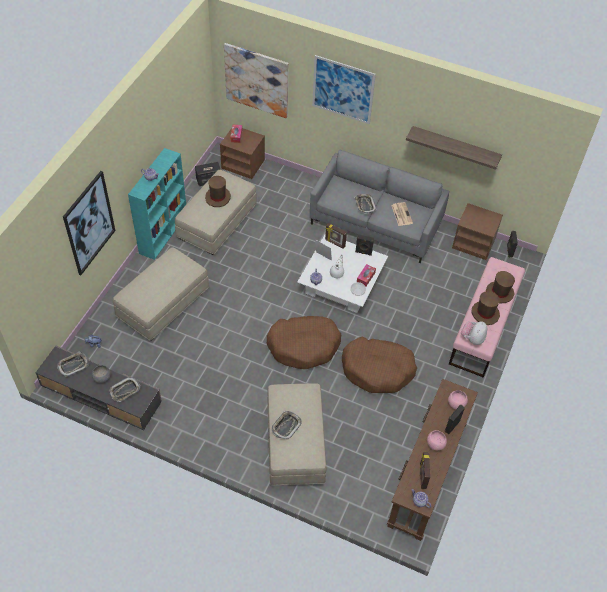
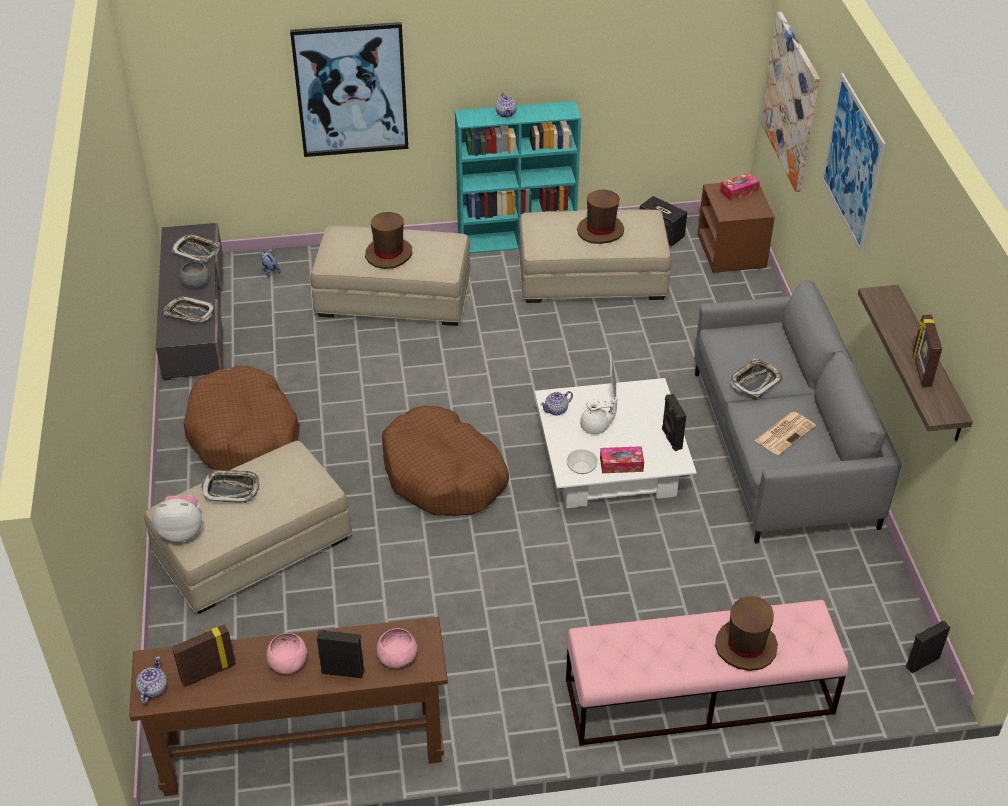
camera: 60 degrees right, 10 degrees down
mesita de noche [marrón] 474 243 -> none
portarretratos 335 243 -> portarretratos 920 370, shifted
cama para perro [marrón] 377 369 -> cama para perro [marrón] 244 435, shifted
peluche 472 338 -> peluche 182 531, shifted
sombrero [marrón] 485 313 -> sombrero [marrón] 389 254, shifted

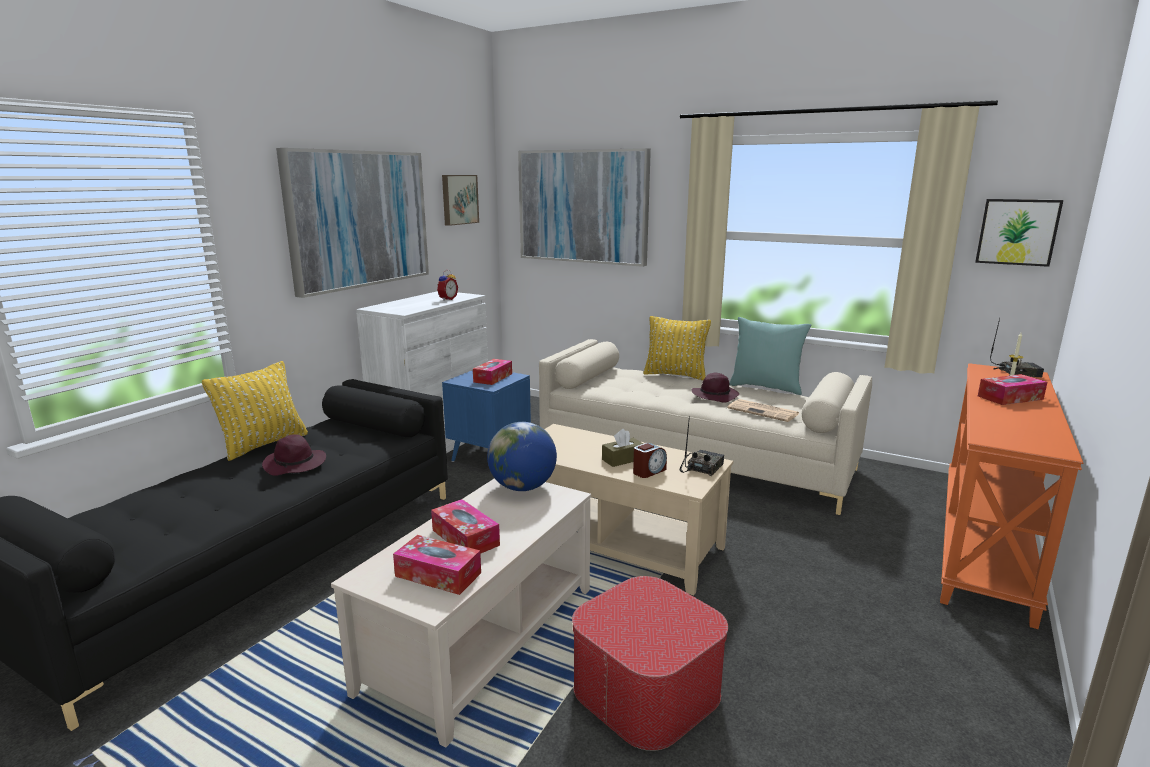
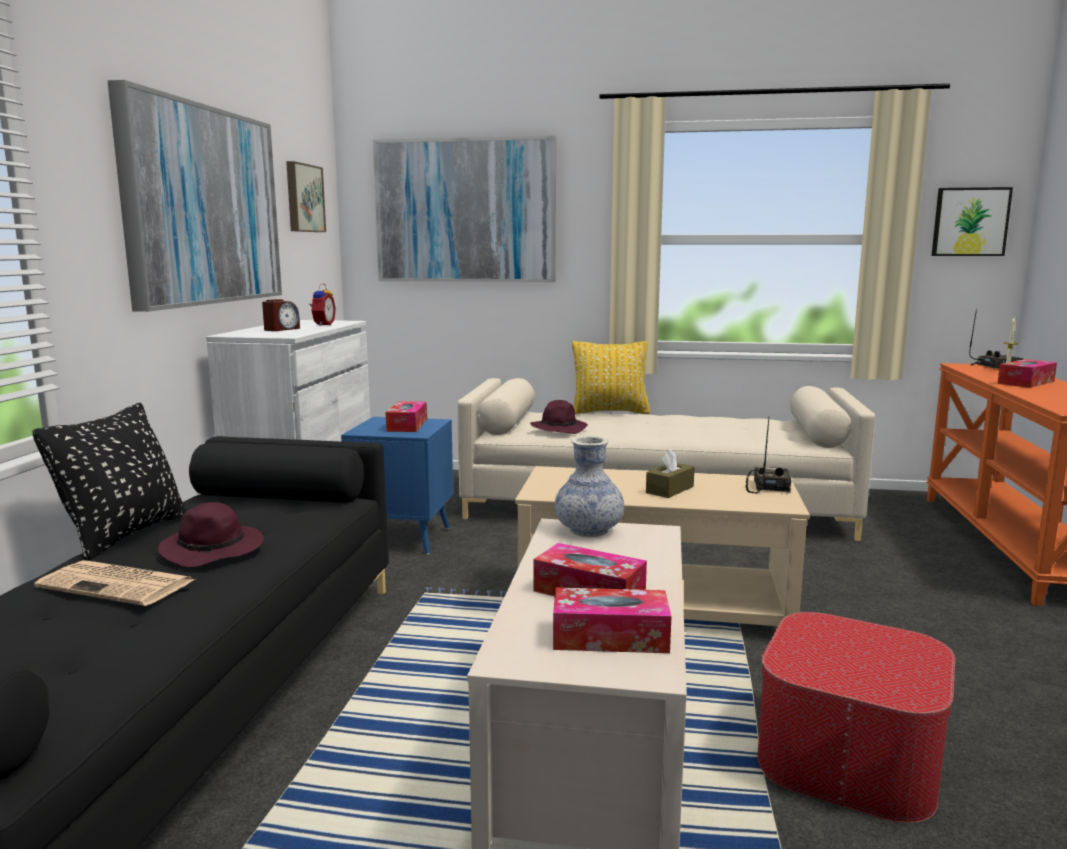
camera: 20 degrees left, 5 degrees down
cojín [turquesa] 765 387 -> none
despertador 649 471 -> despertador 281 329, shifted
sombrero [morado] 715 395 -> sombrero [morado] 559 429, shifted
periódico 764 411 -> periódico 119 584, shifted
globo terráqueo 523 487 -> florero 588 530
cojín [amarillo] 263 444 -> cojín [negro] 124 535

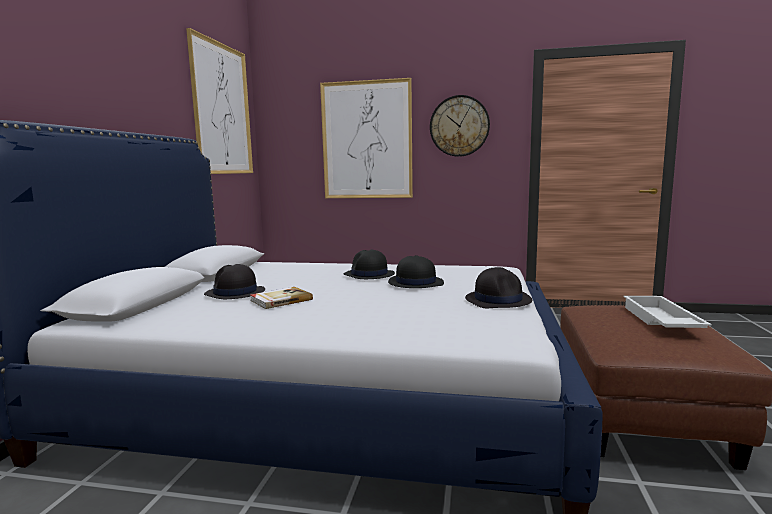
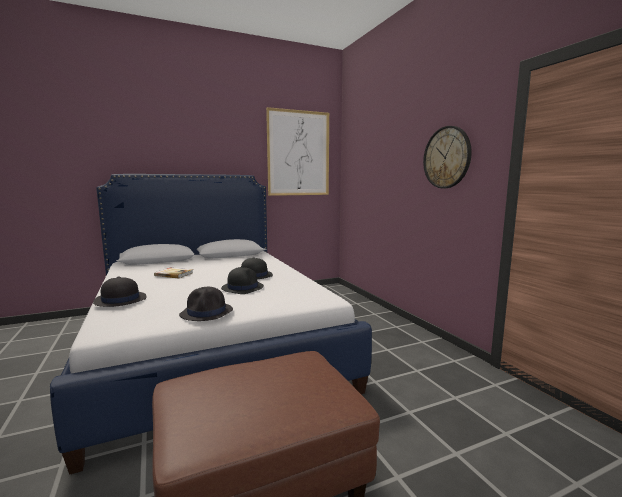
camera: 55 degrees right, 0 degrees up
cuadro 367 140 -> none
bandeja [blanco] 659 320 -> none
sombrero [negro] 235 293 -> sombrero [negro] 120 300, shifted

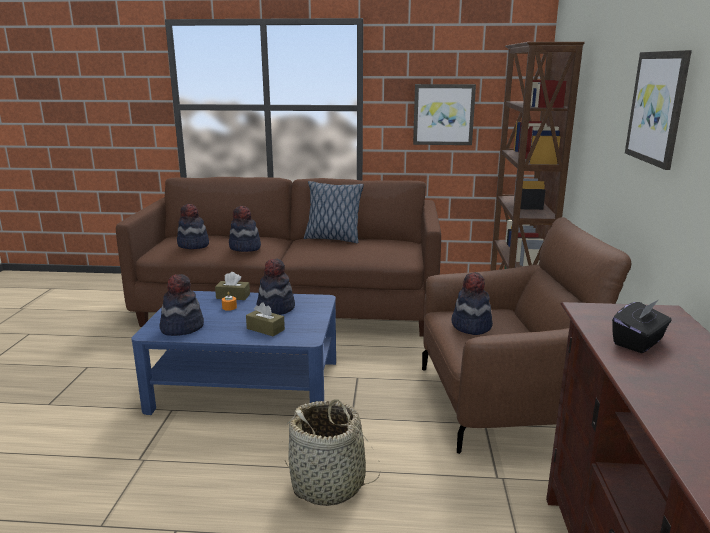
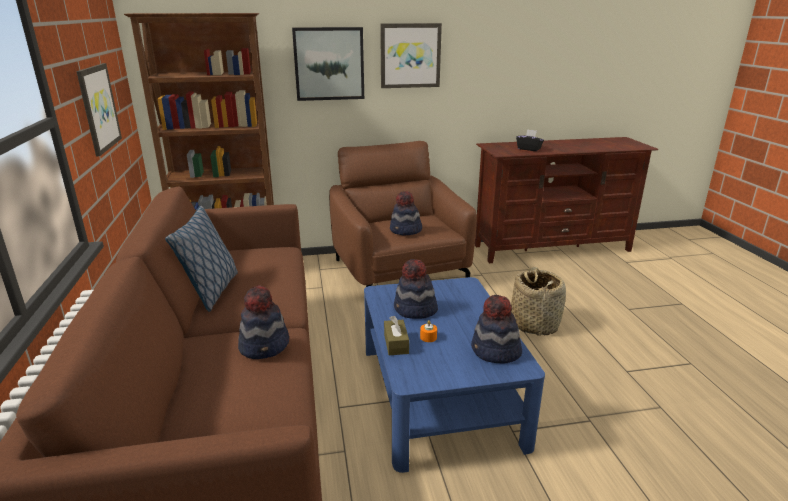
camera: 105 degrees left, 5 degrees up
sombrero 193 245 -> none
caja de pañuelos [marrón] 265 329 -> none
none -> cuadro 329 64

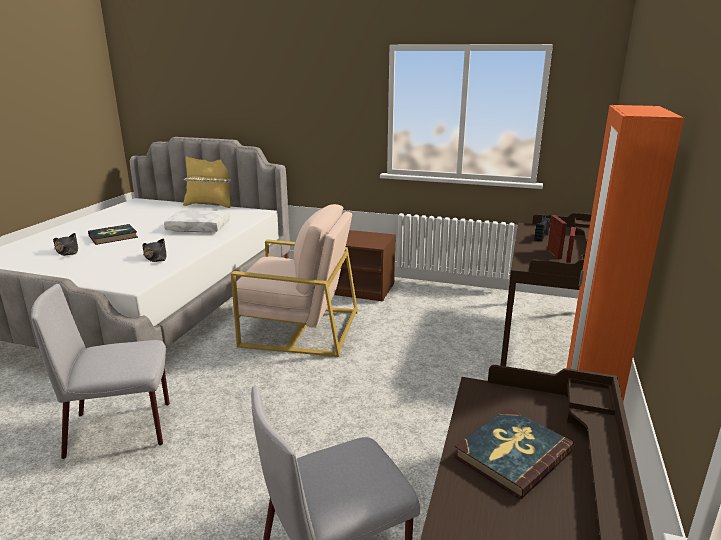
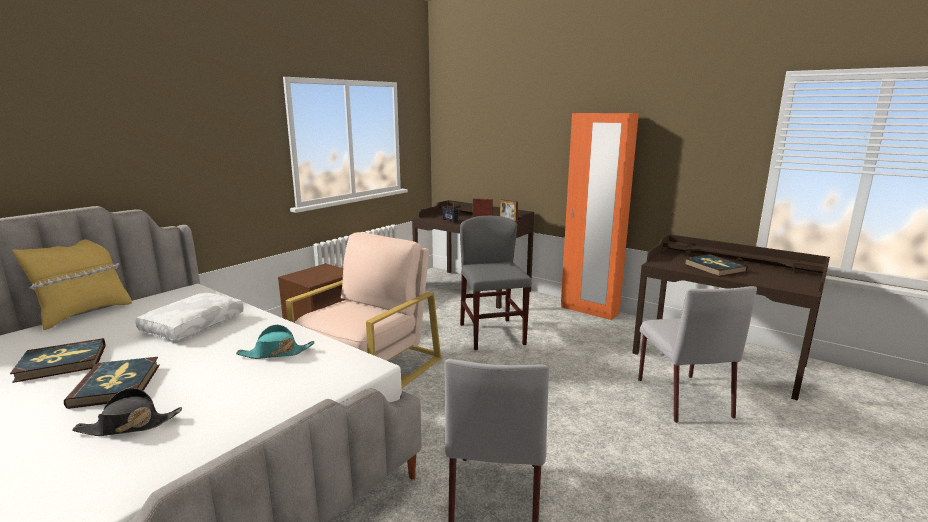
camera: 70 degrees left, 5 degrees down
none -> libro 62 363
none -> silla [gris] 492 334
sombrero [negro] 155 257 -> sombrero [turquesa] 276 353

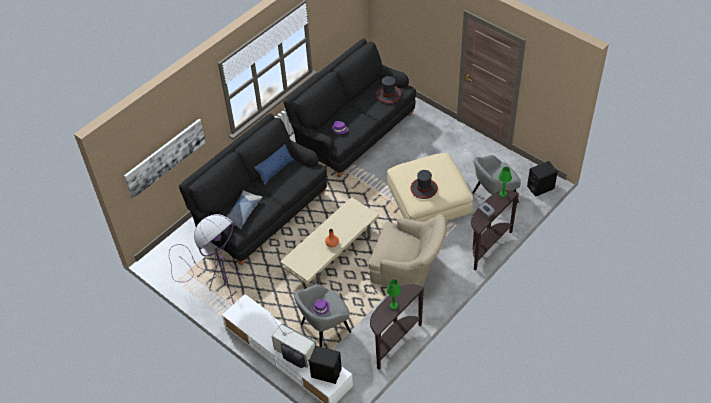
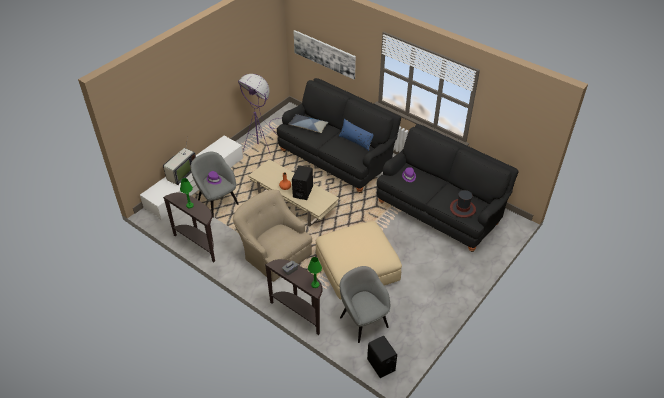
camera: 85 degrees right, 5 degrees down
sombrero 424 189 -> none
altavoz [negro] 326 373 -> altavoz [negro] 303 191, shifted
sillón [beis] 408 269 -> sillón [beis] 274 253, 120 degrees clockwise

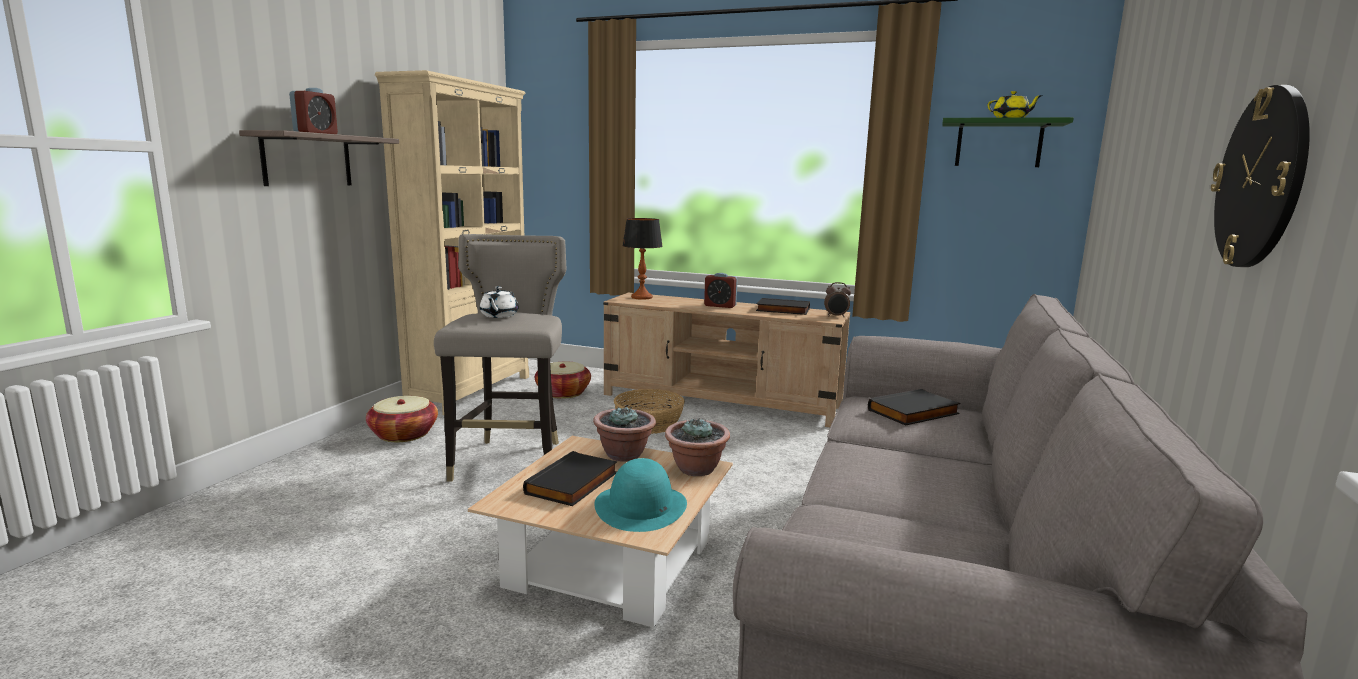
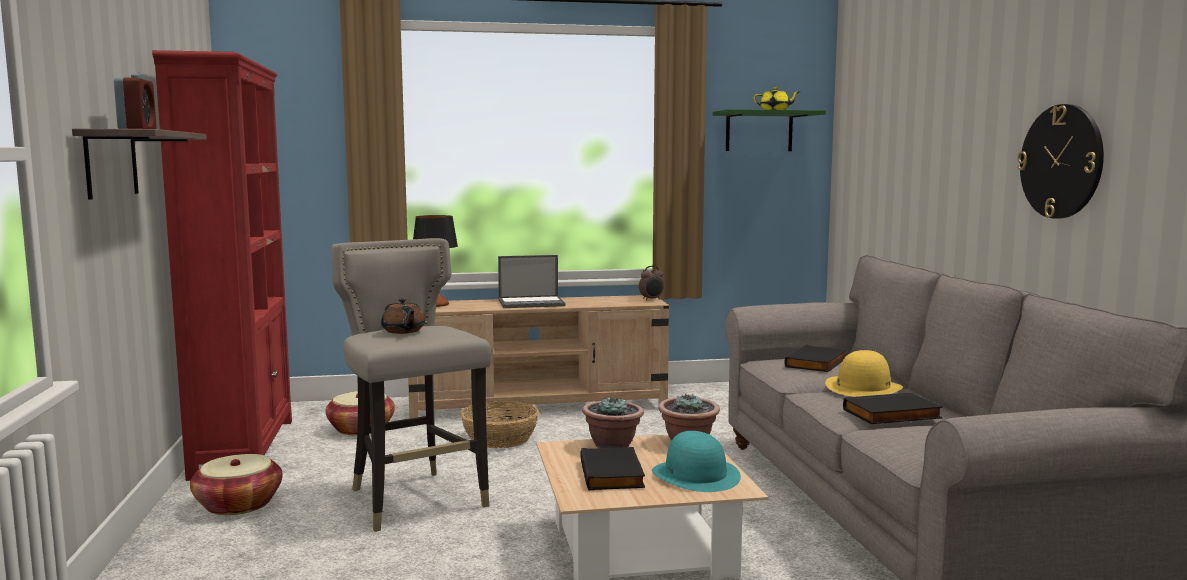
camera: 30 degrees left, 5 degrees down
none -> sombrero [amarillo] 863 387
libro [negro] 782 310 -> libro [negro] 892 415, shifted
despertador 720 306 -> portátil 532 303
estantería [beis] 471 391 -> estantería [rojo] 244 447
tetera [blanco] 499 316 -> tetera [marrón] 403 331

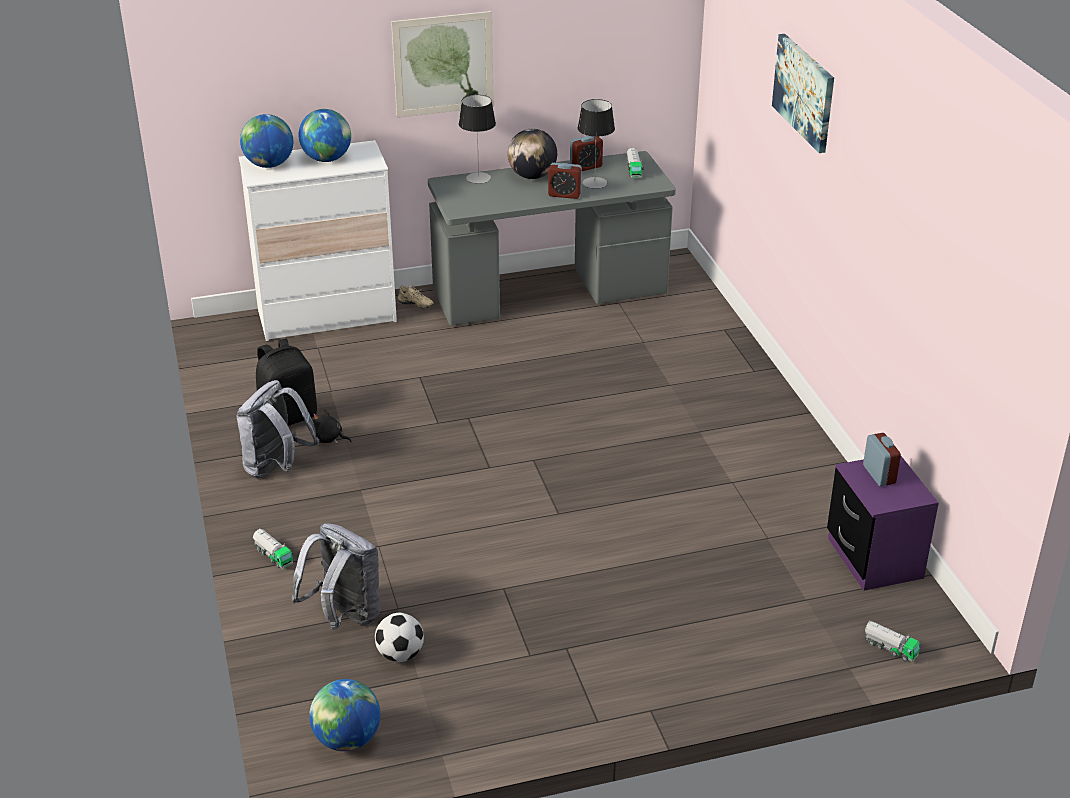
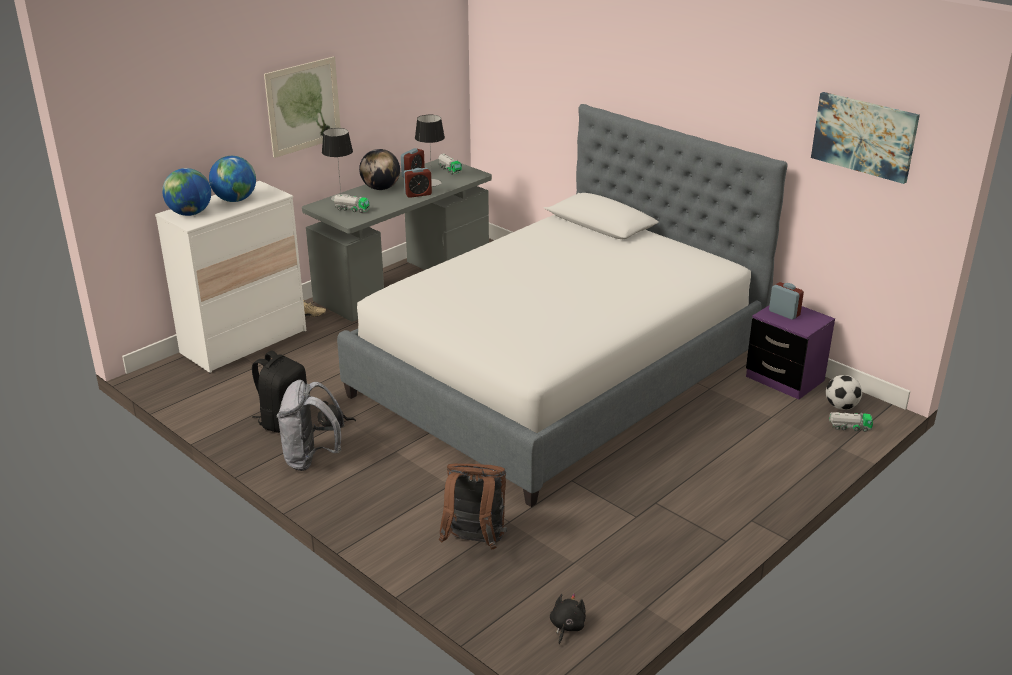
camera: 30 degrees left, 5 degrees down
none -> cama 559 375
camión de juguete 273 556 -> camión de juguete 351 209, shifted
balón de fútbol 400 654 -> balón de fútbol 841 407, shifted
cuadro 804 92 -> cuadro 864 136, shifted
globo terráqueo 347 739 -> peluche [negro] 566 626
mochila [gris] 344 616 -> mochila [marrón] 474 542

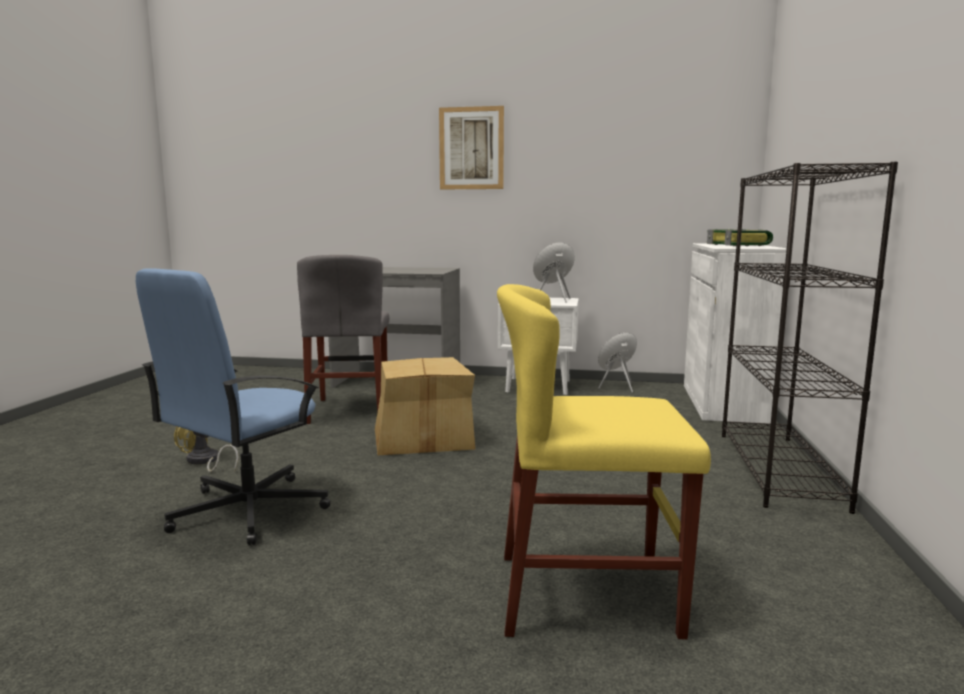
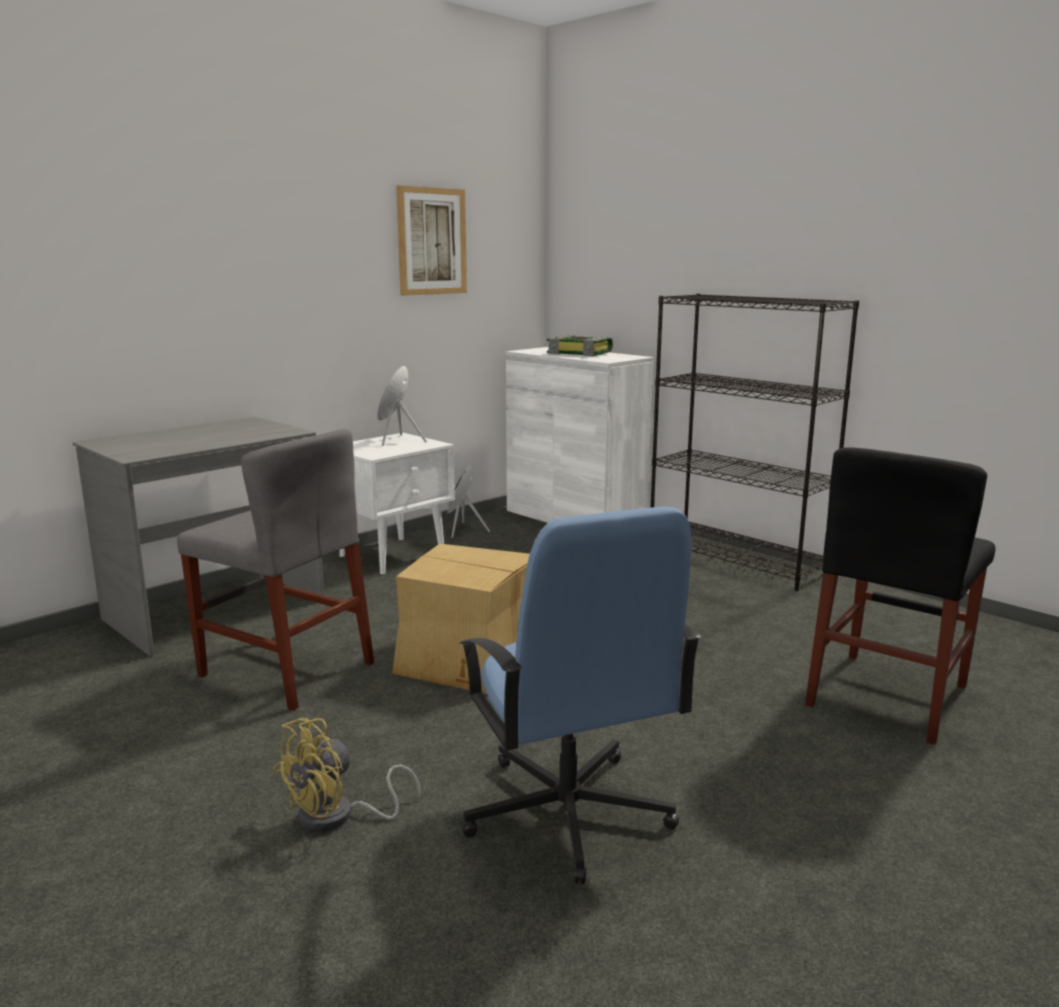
camera: 55 degrees left, 5 degrees up
cuadro 471 148 -> cuadro 432 241, shifted
silla [amarillo] 586 594 -> silla [negro] 888 695

